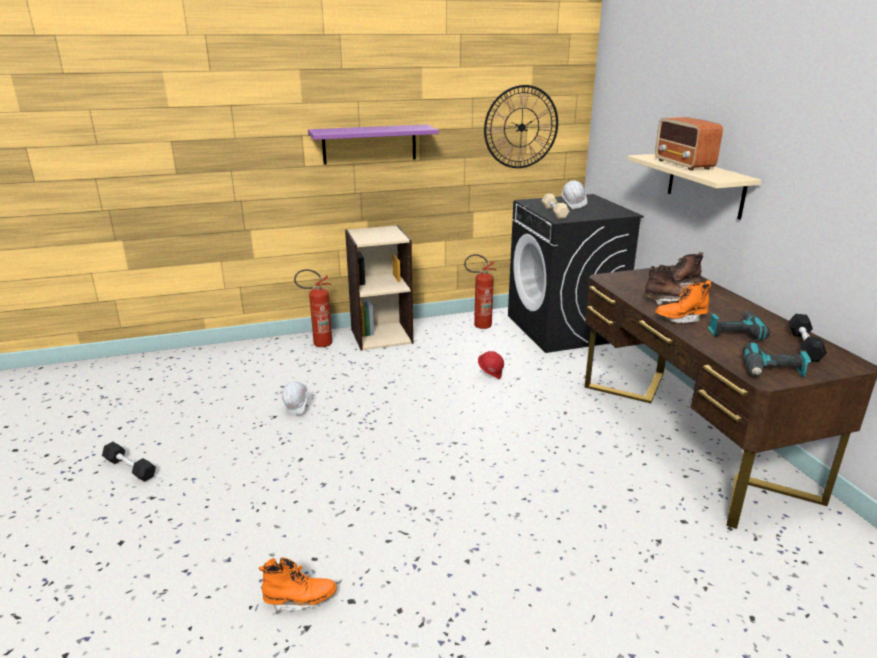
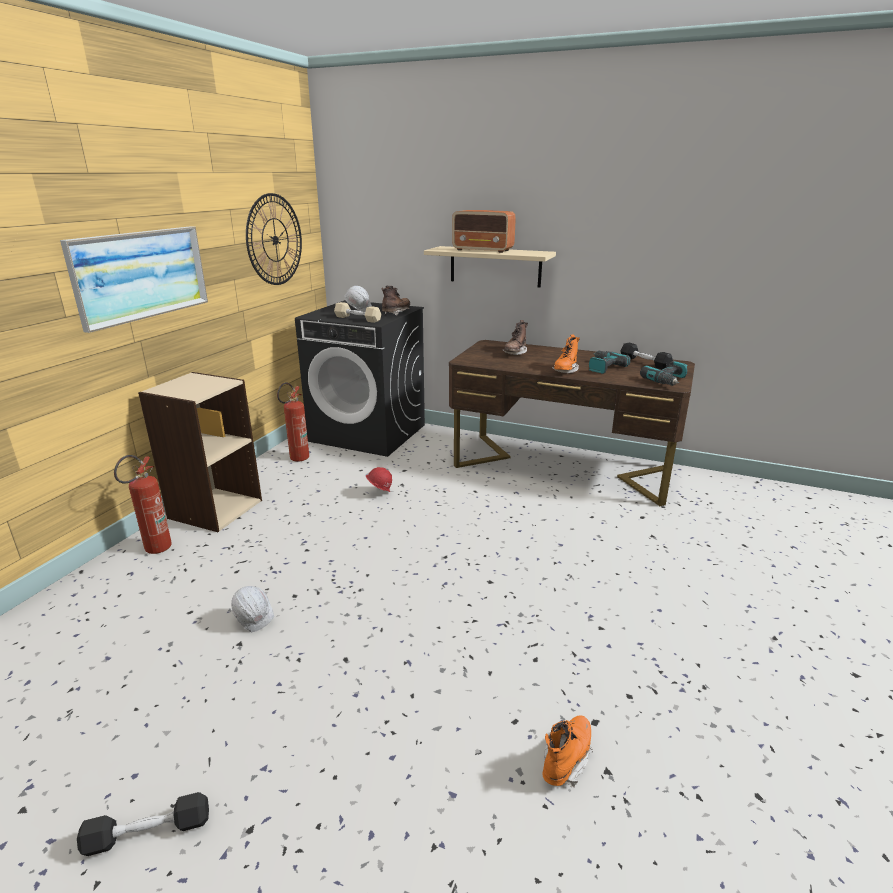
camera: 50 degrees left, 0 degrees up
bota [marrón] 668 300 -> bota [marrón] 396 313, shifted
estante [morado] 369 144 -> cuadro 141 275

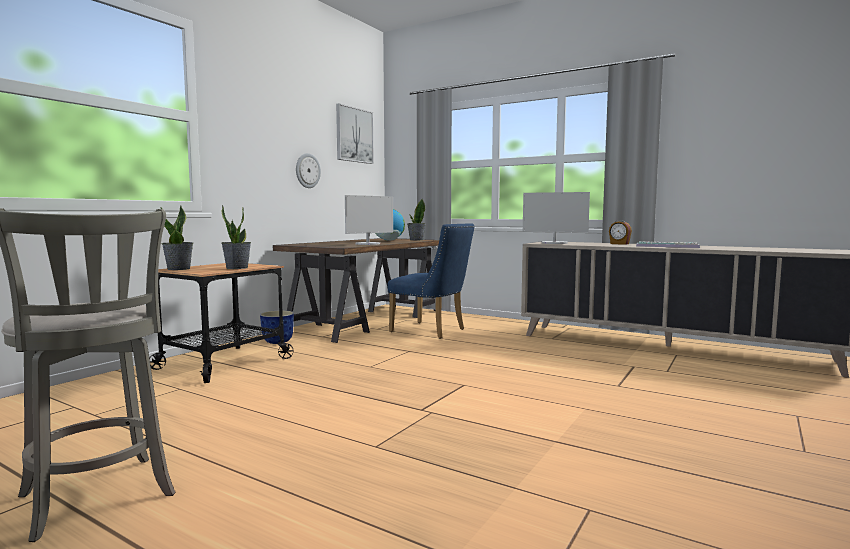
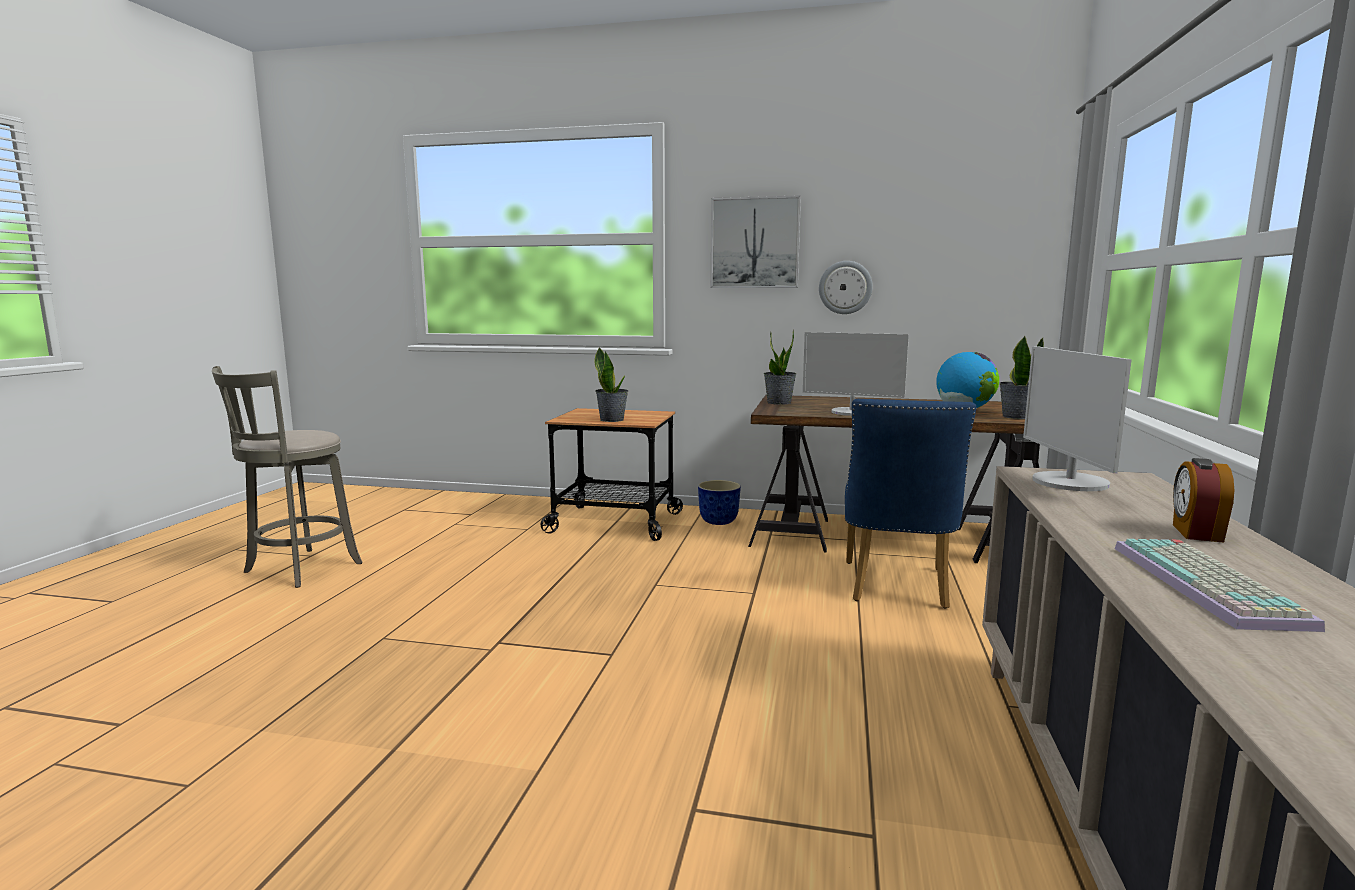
camera: 70 degrees right, 5 degrees up
planta en maceta 179 269 -> planta en maceta 779 402, shifted
cuadro 354 135 -> cuadro 755 243, shifted

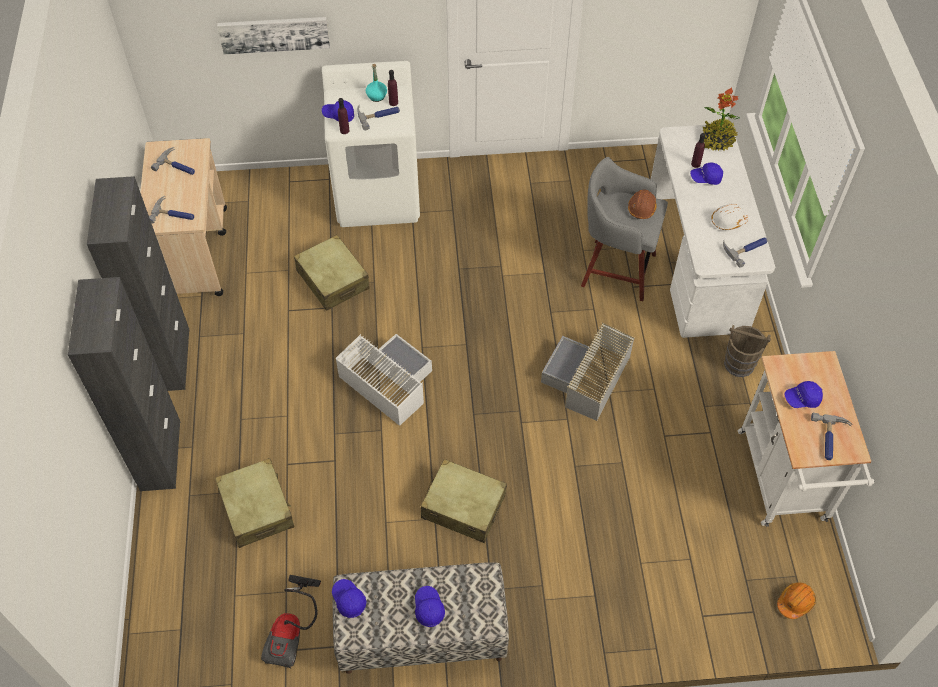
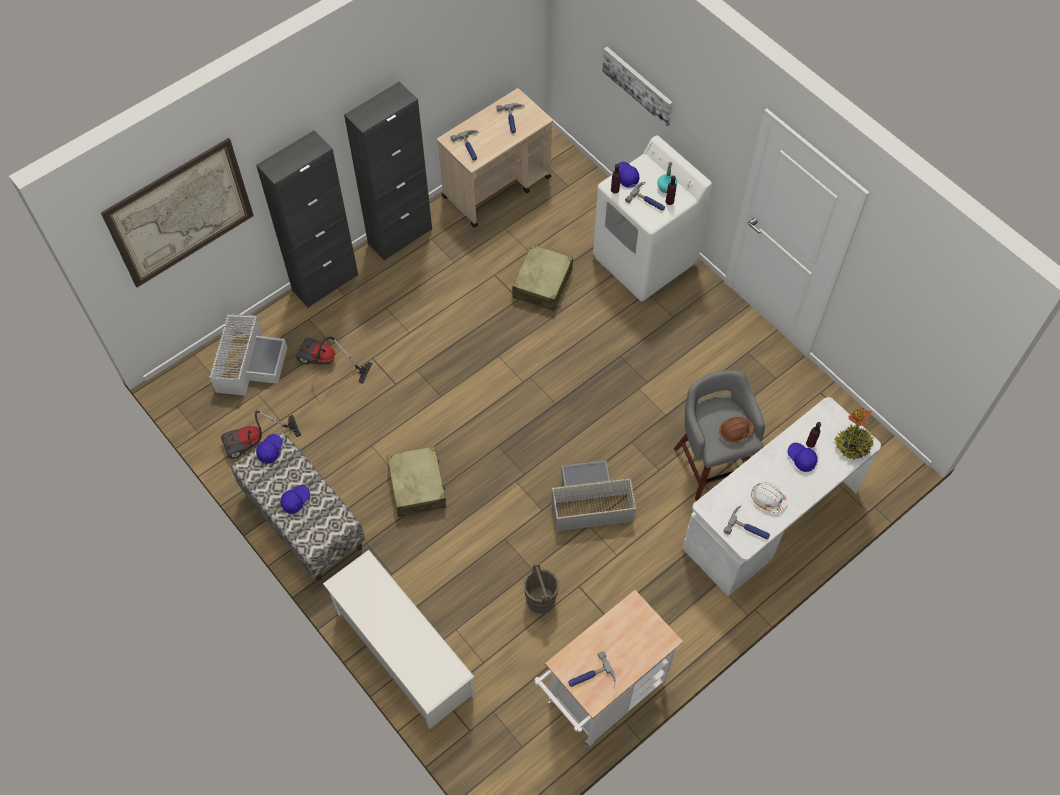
camera: 55 degrees right, 5 degrees up
casco [naranja] 795 602 -> none
gorra [azul] 802 399 -> none
none -> cuadro 180 213
none -> zapatero [blanco] 403 653
caja de almacenaje [blanco] 387 382 -> caja de almacenaje [blanco] 248 362, shifted
cubo [marrón] 739 364 -> cubo [marrón] 540 600, shifted
maleta [beis] 257 508 -> aspiradora 326 363

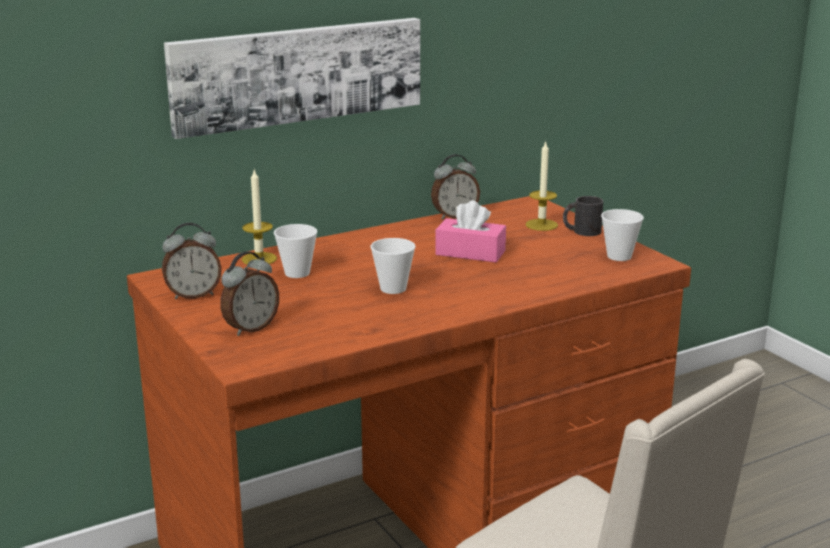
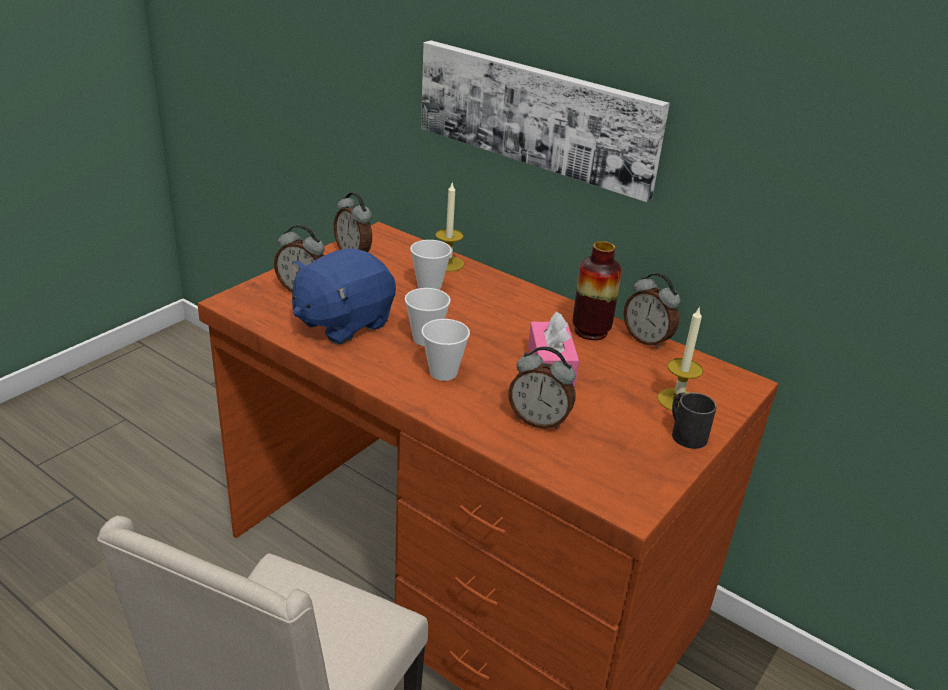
camera: 65 degrees right, 10 degrees up
none -> peluche [azul] 342 323
none -> despertador 539 420
none -> florero 590 331
taza 619 256 -> taza 443 372, shifted

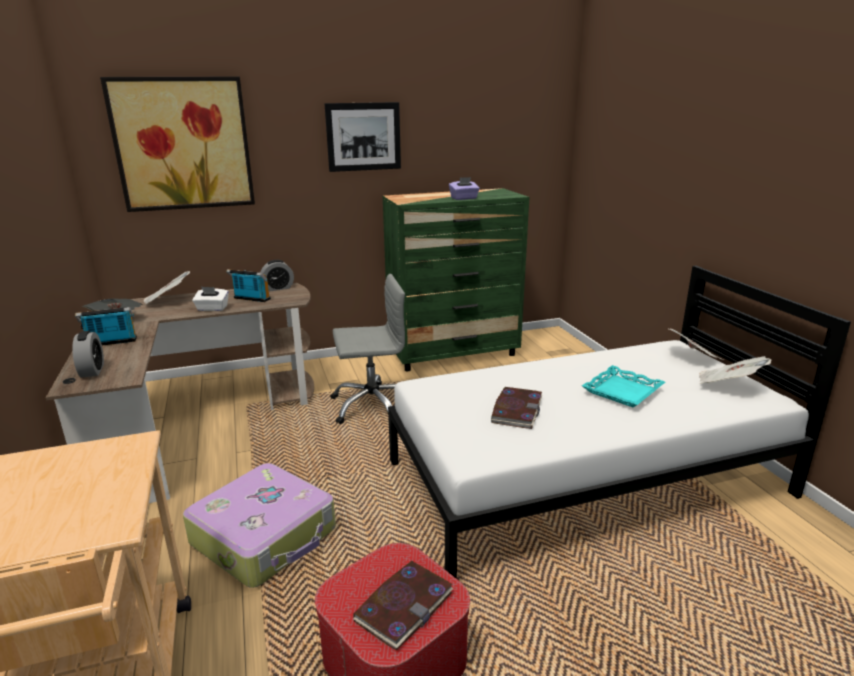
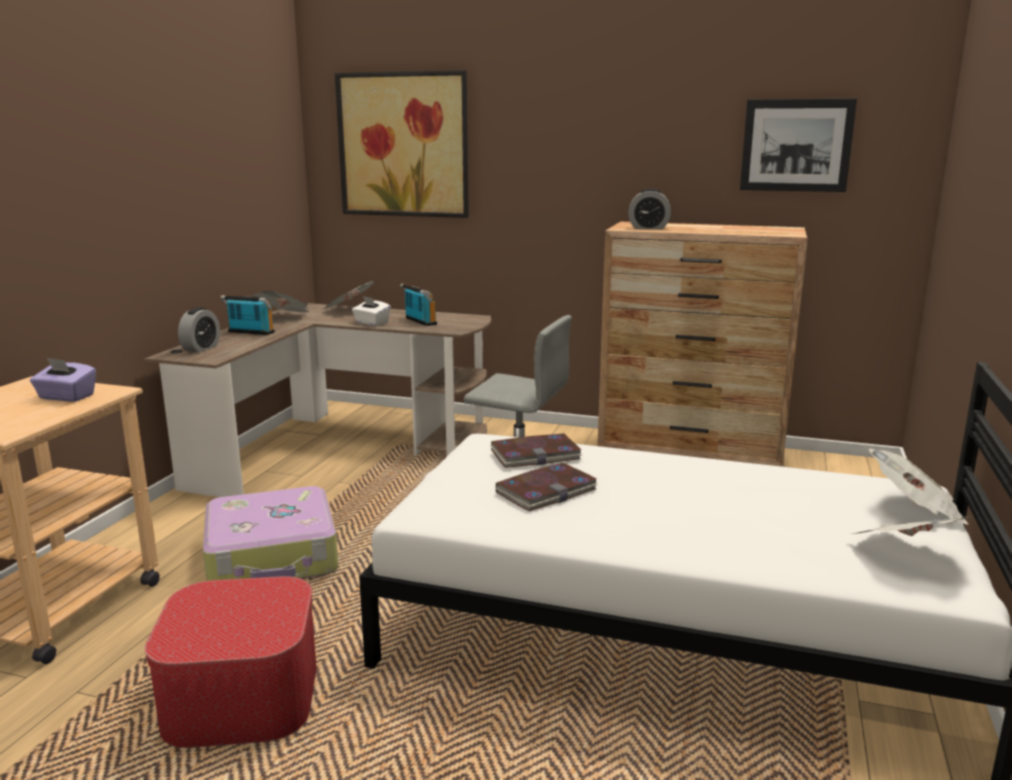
camera: 35 degrees right, 5 degrees down
bandeja [turquesa] 623 391 -> none
despertador 278 288 -> despertador 648 228, shifted
cuadro 363 137 -> cuadro 796 145, shifted
libro 404 606 -> libro 535 454, shifted
caja de pañuelos [morado] 464 198 -> caja de pañuelos [morado] 66 397, shifted
cómoda [verde] 454 353 -> cómoda [marrón] 691 455

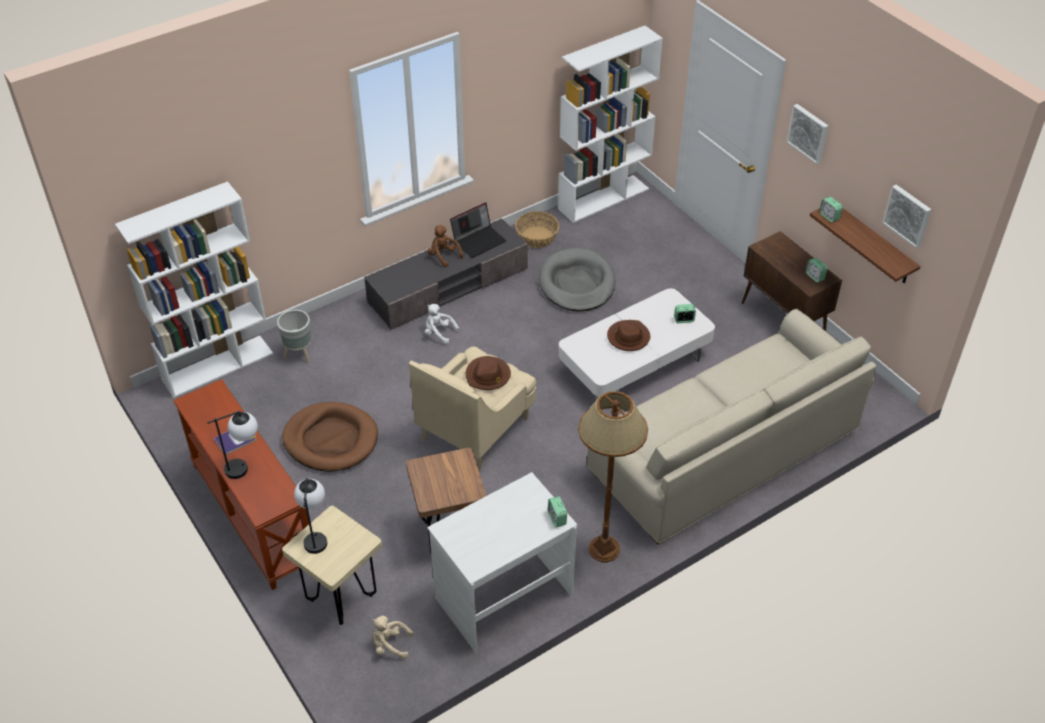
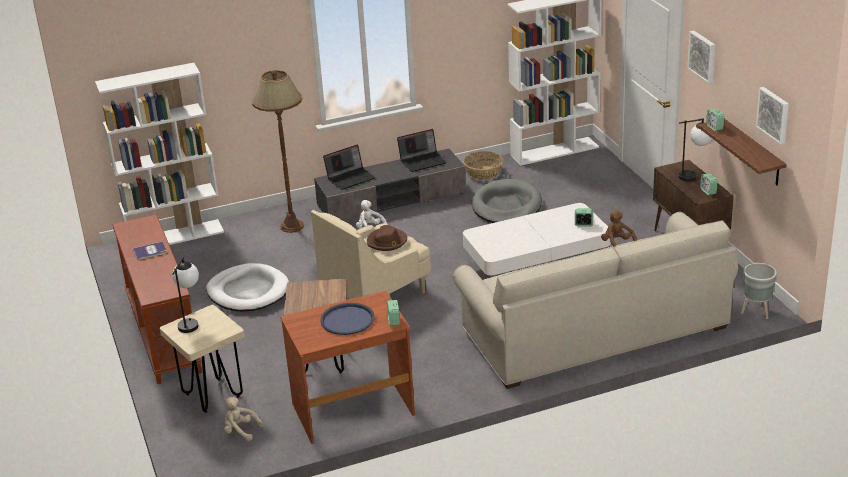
camera: 15 degrees right, 15 degrees down
sombrero [marrón] 628 337 -> none
none -> bandeja [azul] 347 320
none -> portátil 350 178
lámpara de mesa 245 466 -> lámpara de mesa 694 175, shifted
maceta [gris] 299 355 -> maceta [gris] 756 312, shifted
peluche [marrón] 444 256 -> peluche [marrón] 617 244, shifted
lámpara de pie [marrón] 603 549 -> lámpara de pie [marrón] 291 226, shifted
cama para perro [marrón] 331 440 -> cama para perro [blanco] 248 291
escritorio [blanco] 503 595 -> escritorio [marrón] 352 408

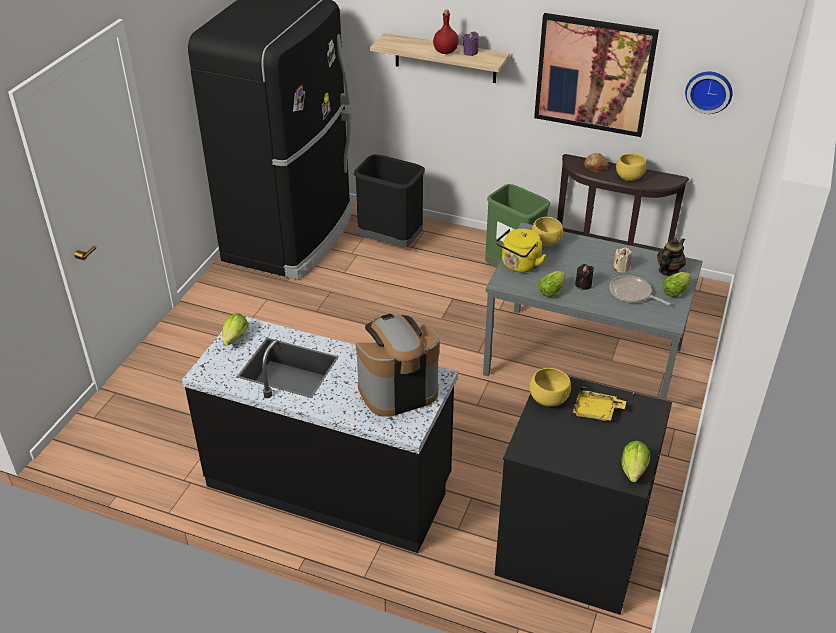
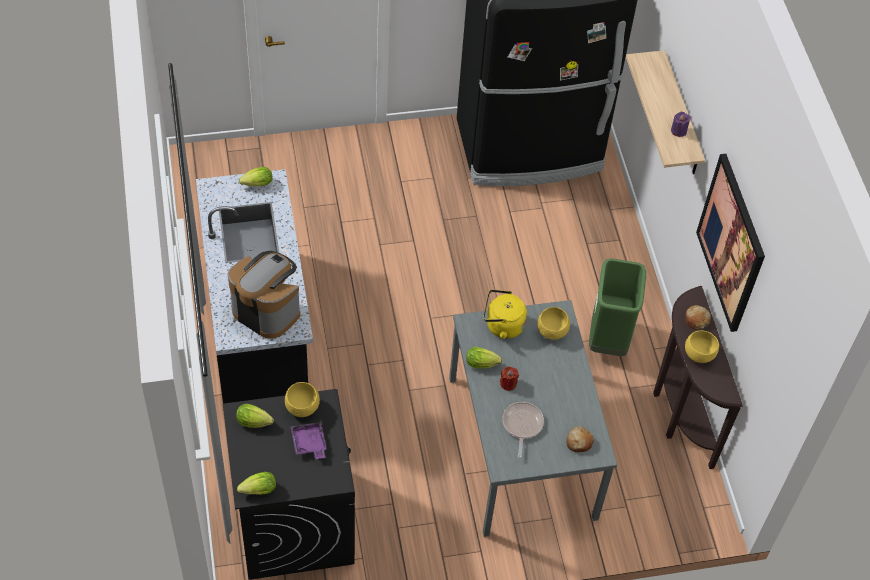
camera: 55 degrees right, 15 degrees up
papelera [negro] 391 241 -> none
botella [rojo] 446 52 -> none
vela [beis] 621 268 -> none
reloj de pared 709 91 -> none
lechuga 676 291 -> lechuga 256 422, shifted
tetera 668 271 -> pan 578 442
bandeja [amarillo] 596 411 -> bandeja [morado] 309 443
vela [negro] 583 285 -> vela [rojo] 508 383

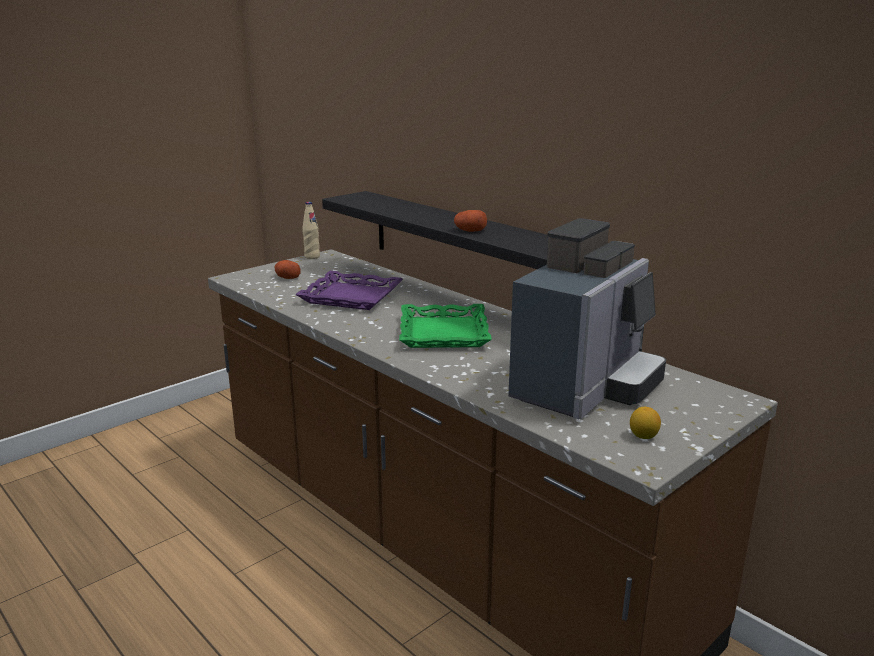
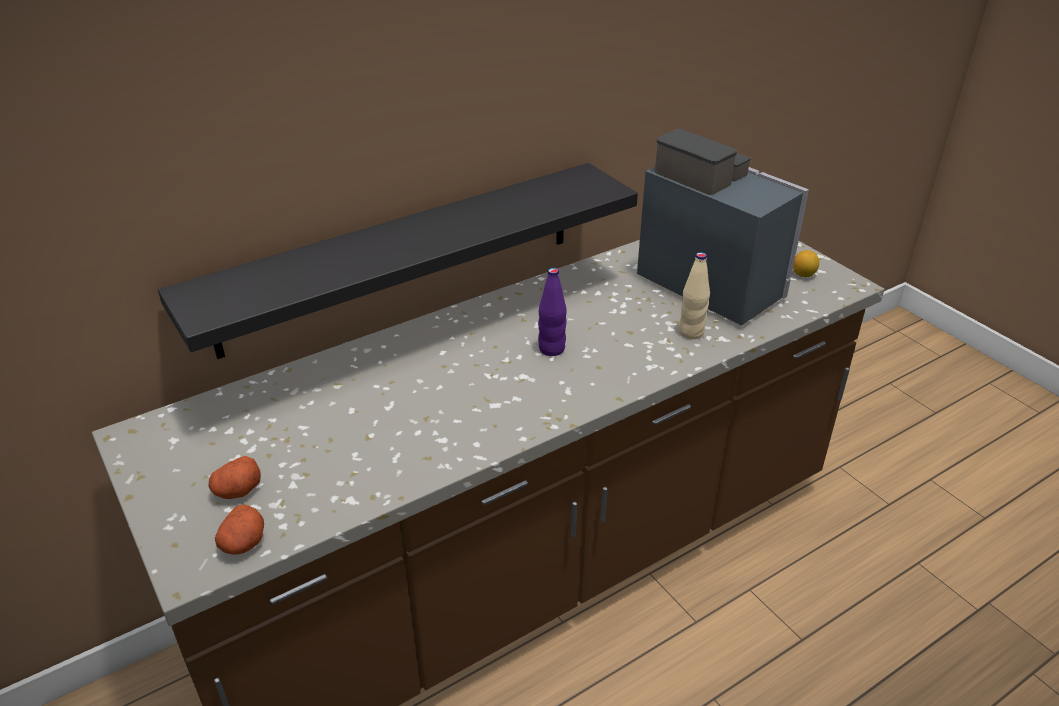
camera: 80 degrees left, 15 degrees up
bandeja [morado] 350 297 -> none
botella [beis] 312 257 -> botella [beis] 691 332, shifted
patata 469 231 -> patata 243 543, shifted
bandeja [verde] 443 333 -> botella [morado] 551 349

